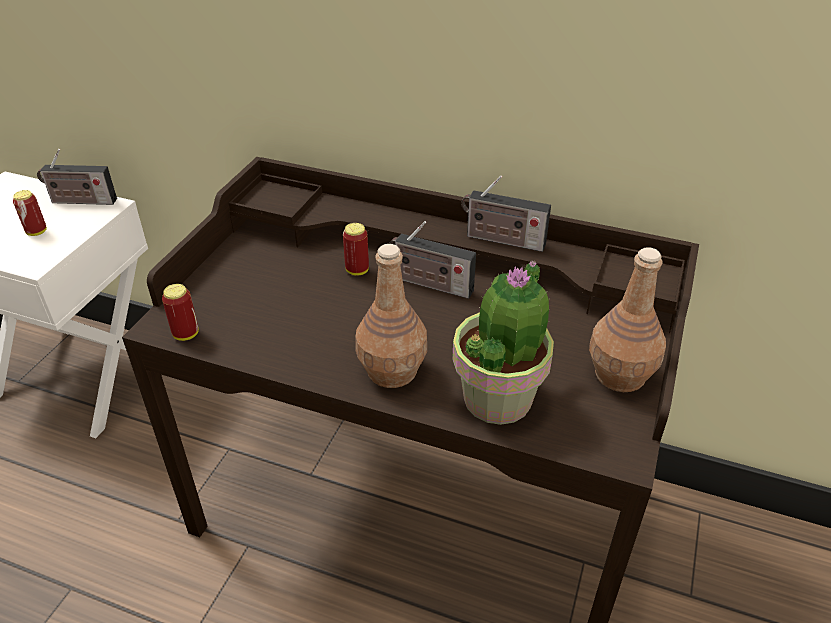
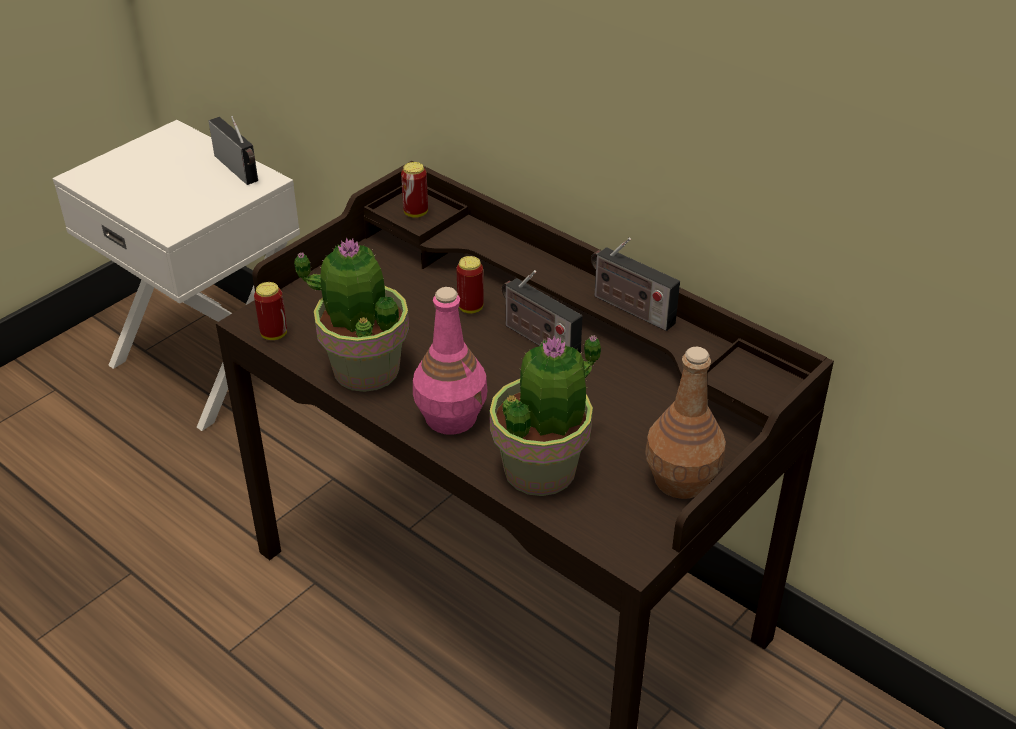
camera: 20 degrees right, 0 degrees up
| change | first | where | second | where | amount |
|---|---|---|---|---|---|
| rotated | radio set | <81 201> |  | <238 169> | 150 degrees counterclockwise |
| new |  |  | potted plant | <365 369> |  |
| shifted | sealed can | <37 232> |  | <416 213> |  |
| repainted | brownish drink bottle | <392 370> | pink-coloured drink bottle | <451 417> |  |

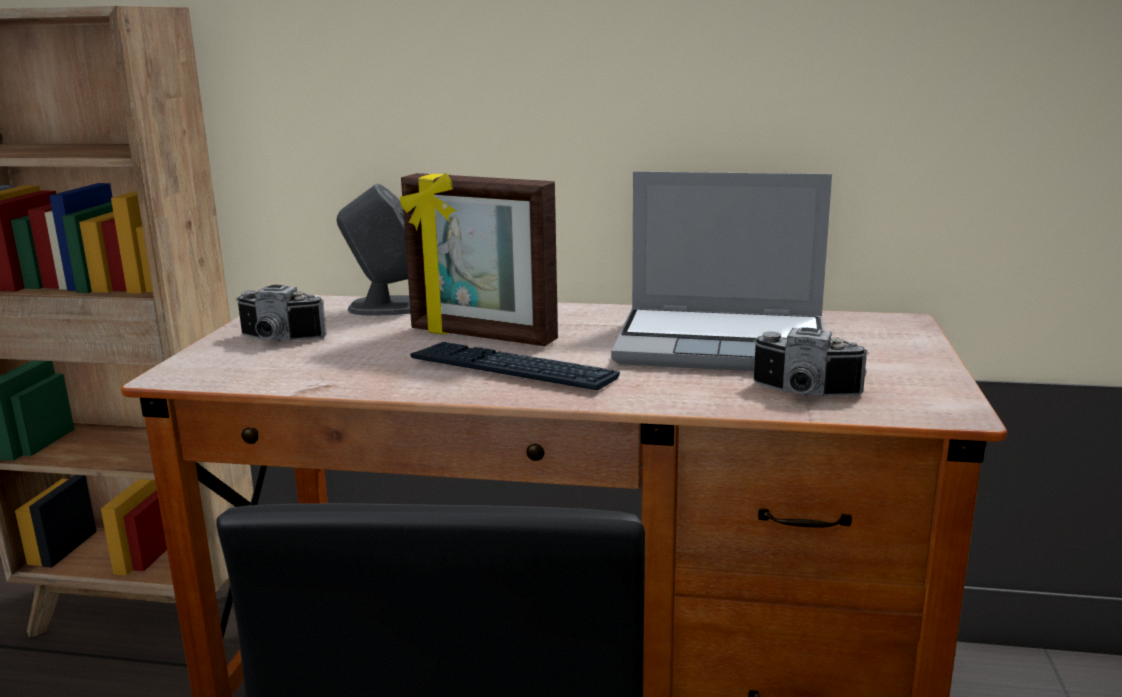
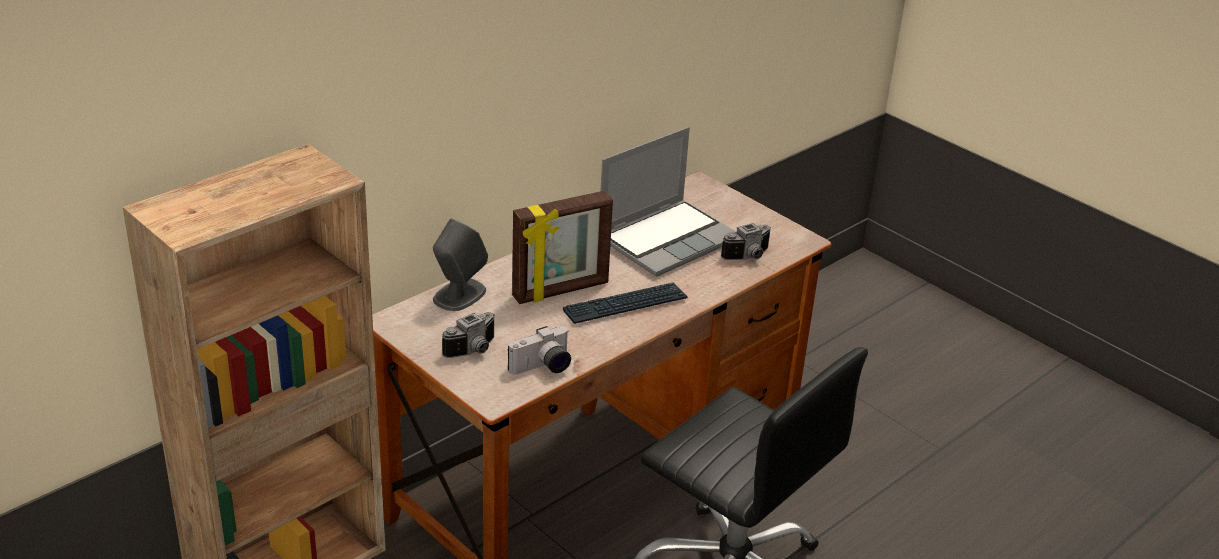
camera: 55 degrees left, 15 degrees up
| change | first | where | second | where | amount |
|---|---|---|---|---|---|
| new |  |  | photo camera | <543 368> |  |

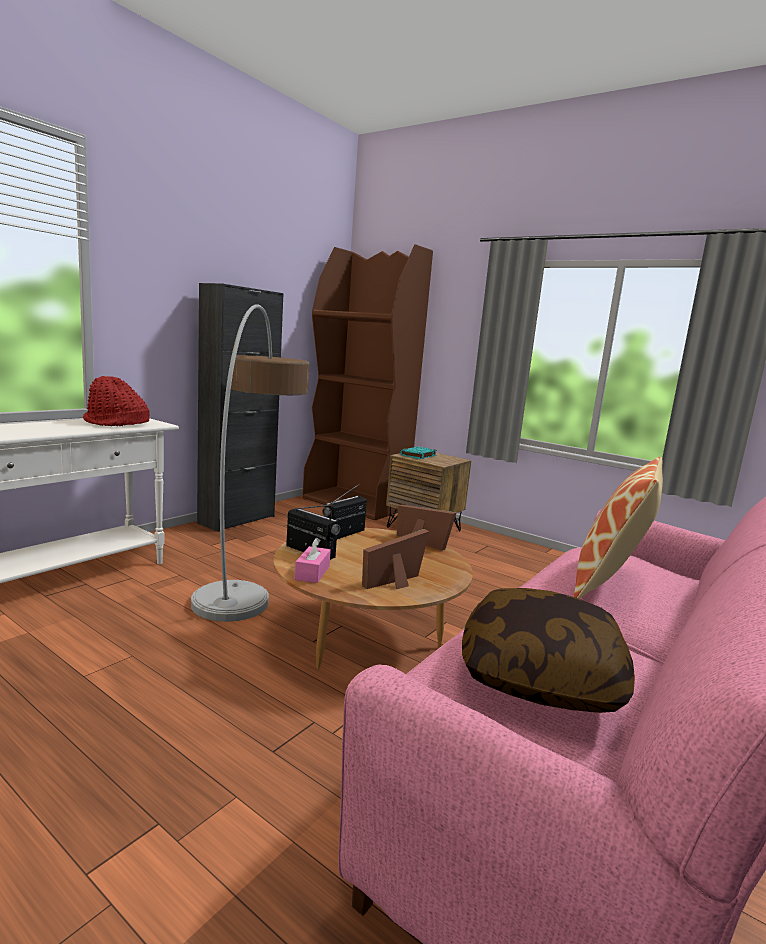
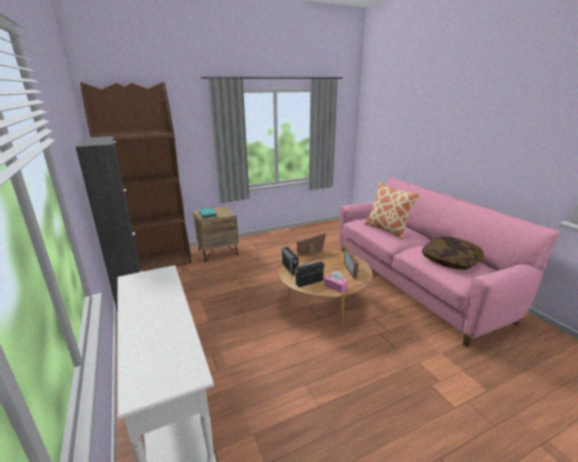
camera: 60 degrees left, 10 degrees up
| change | first | where | second | where | amount |
|---|---|---|---|---|---|
| gone | red wearable hat | <116 423> |  |  |  |
| gone | standing lamp | <252 563> |  |  |  |

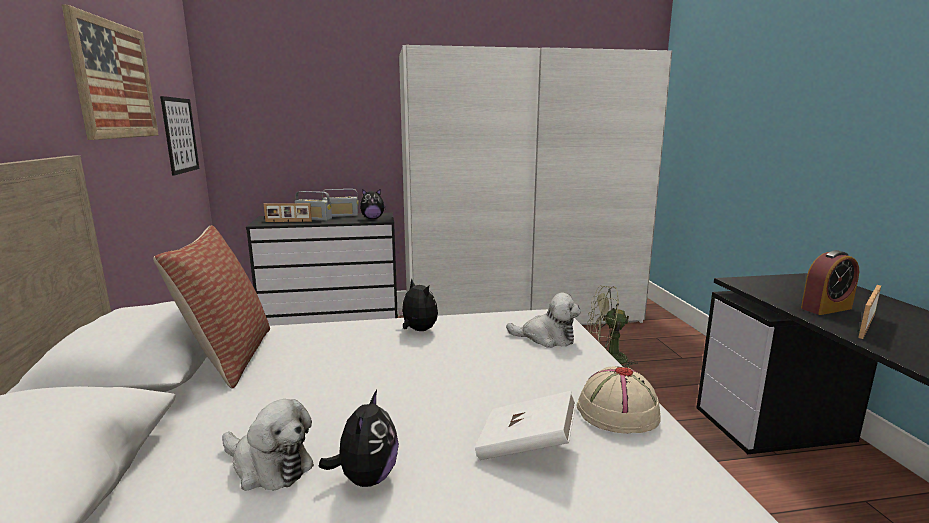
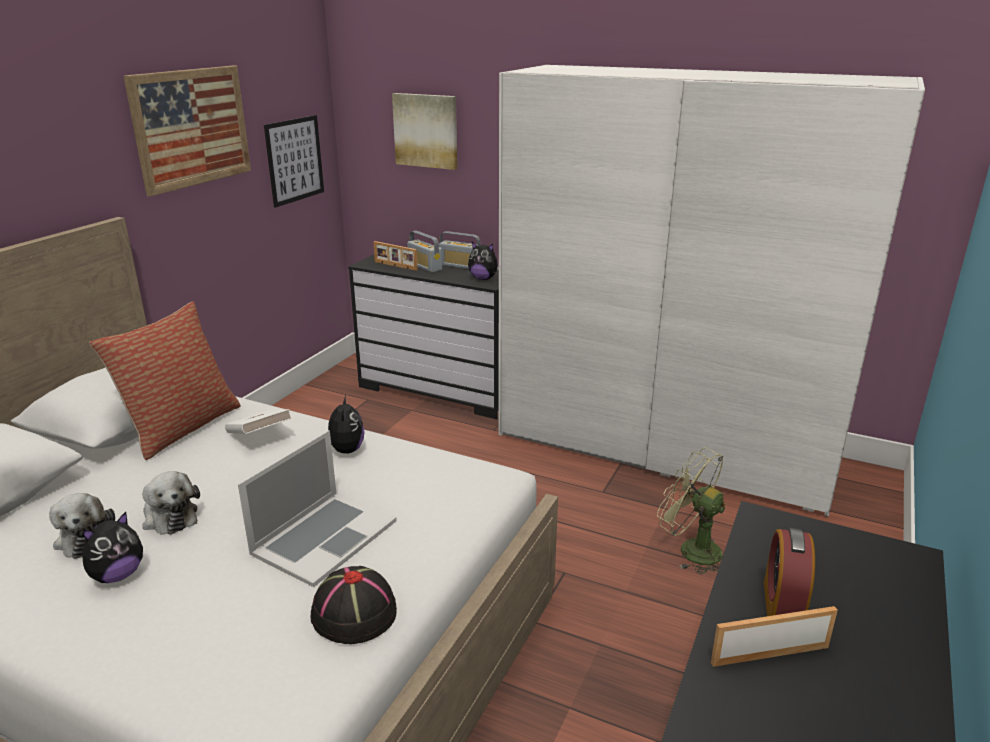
camera: 35 degrees right, 10 degrees up
| change | first | where | second | where | amount |
|---|---|---|---|---|---|
| shifted | cuddly toy | <546 338> |  | <169 516> |  |
| shifted | white volume | <526 447> |  | <259 436> |  |
| new |  |  | portable computer | <324 537> |  |
| repainted | beige-coloured wearable hat | <617 412> | blackish wearable hat | <353 613> |  |
| new |  |  | wall art | <426 130> |  |
| rotated | bedside clock | <826 308> |  | <782 608> | 90 degrees clockwise |

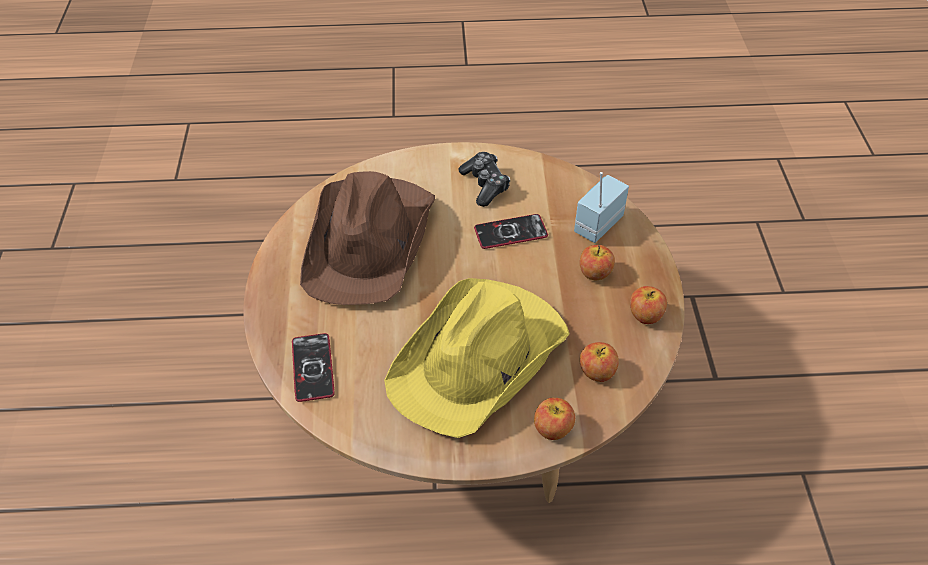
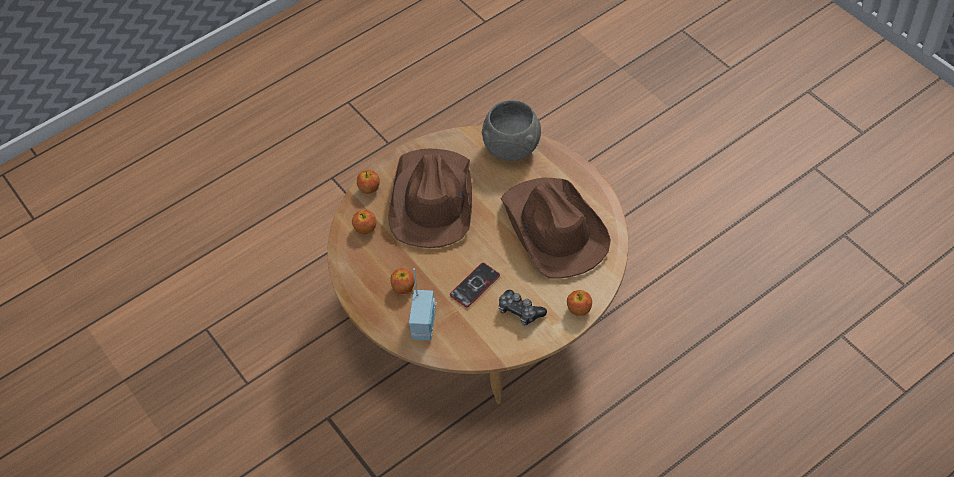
camera: 150 degrees right, 5 degrees up
| change | first | where | second | where | amount |
|---|---|---|---|---|---|
| repainted | yellowish wearable hat | <480 358> | brownish wearable hat | <432 200> |  |
| swapped | telephone | <312 368> | grey deep dish | <512 148> |  |
| shifted | apple fruit | <645 315> |  | <579 309> |  |

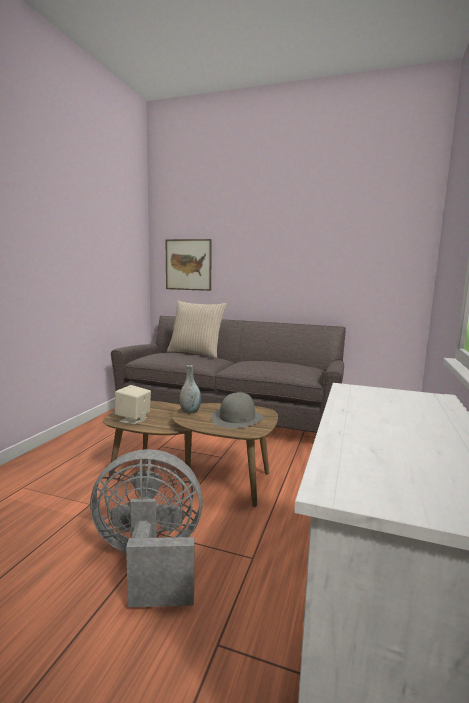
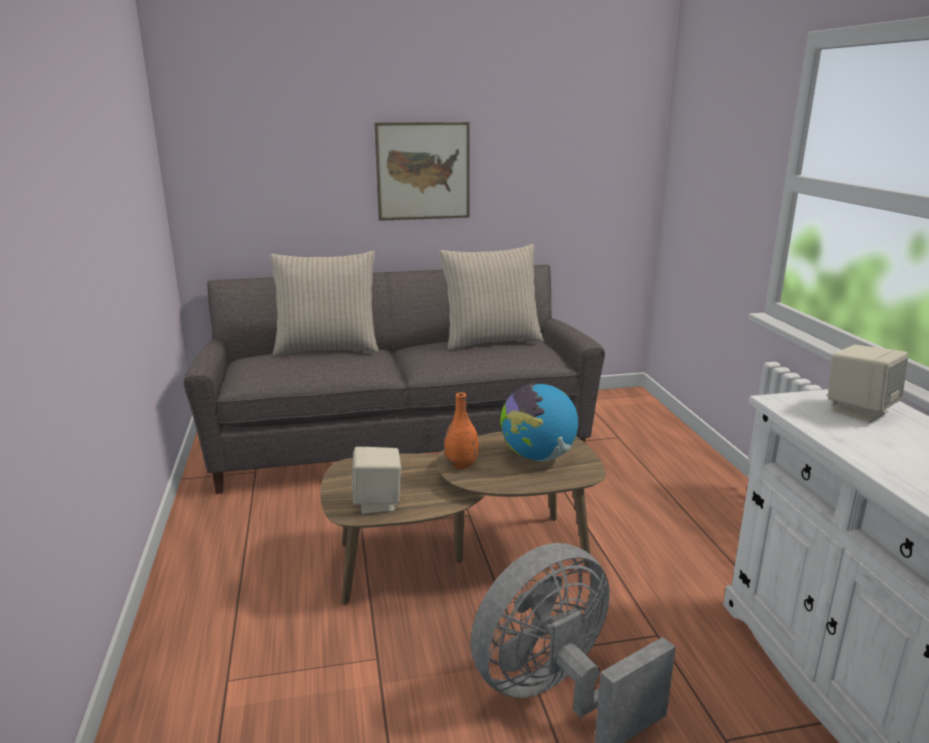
camera: 30 degrees left, 10 degrees up
| change | first | where | second | where | amount |
|---|---|---|---|---|---|
| shifted | wall art | <188 264> |  | <423 171> |  |
| new |  |  | beige-coloured cushion | <491 340> |  |
| repainted | grey flower vase | <190 412> | orangey flower vase | <461 465> |  |
| swapped | grey wearable hat | <237 418> | world globe | <537 457> |  |
| new |  |  | beige-coloured loudspeaker | <859 411> |  |

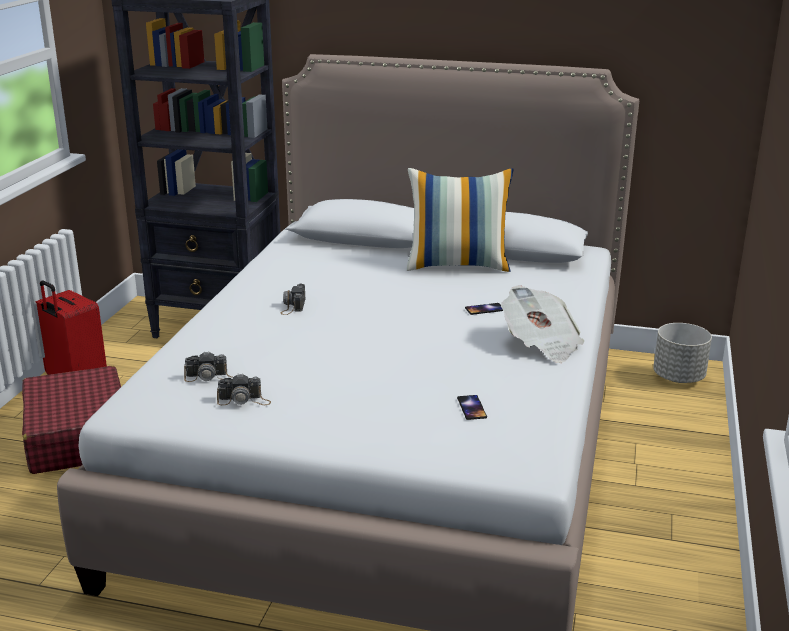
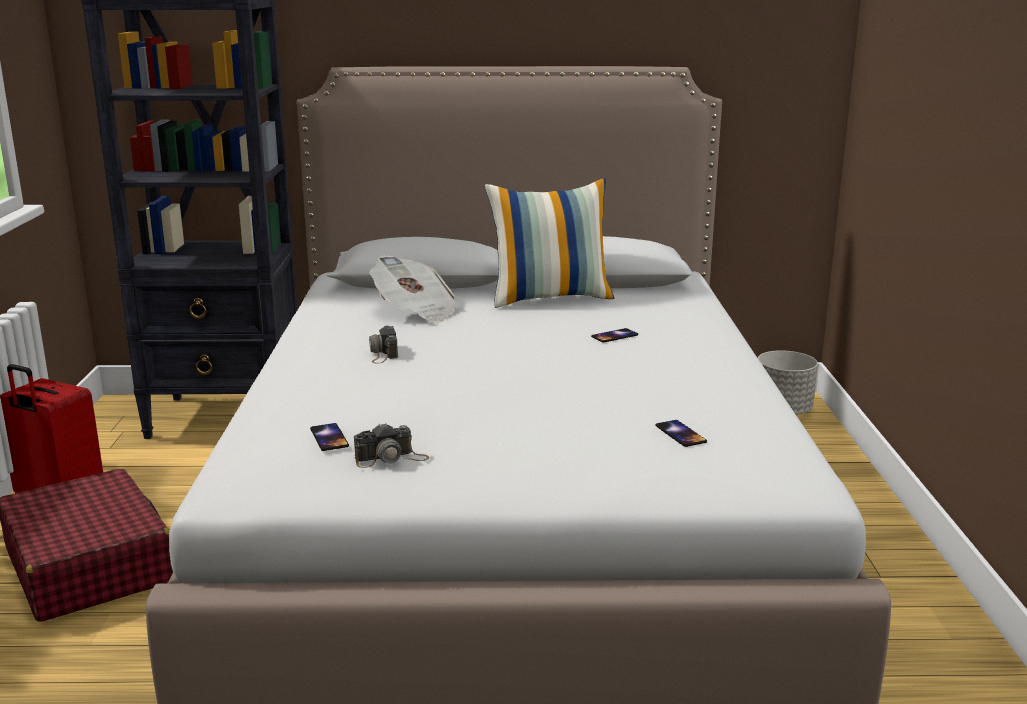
camera: 15 degrees left, 5 degrees down
| change | first | where | second | where | amount |
|---|---|---|---|---|---|
| swapped | photo camera | <210 377> | telephone | <329 437> |  |
| shifted | newspaper | <541 344> |  | <416 312> |  |

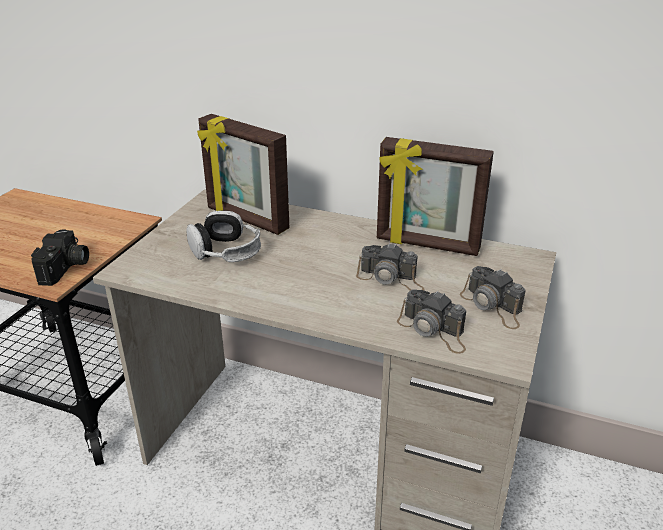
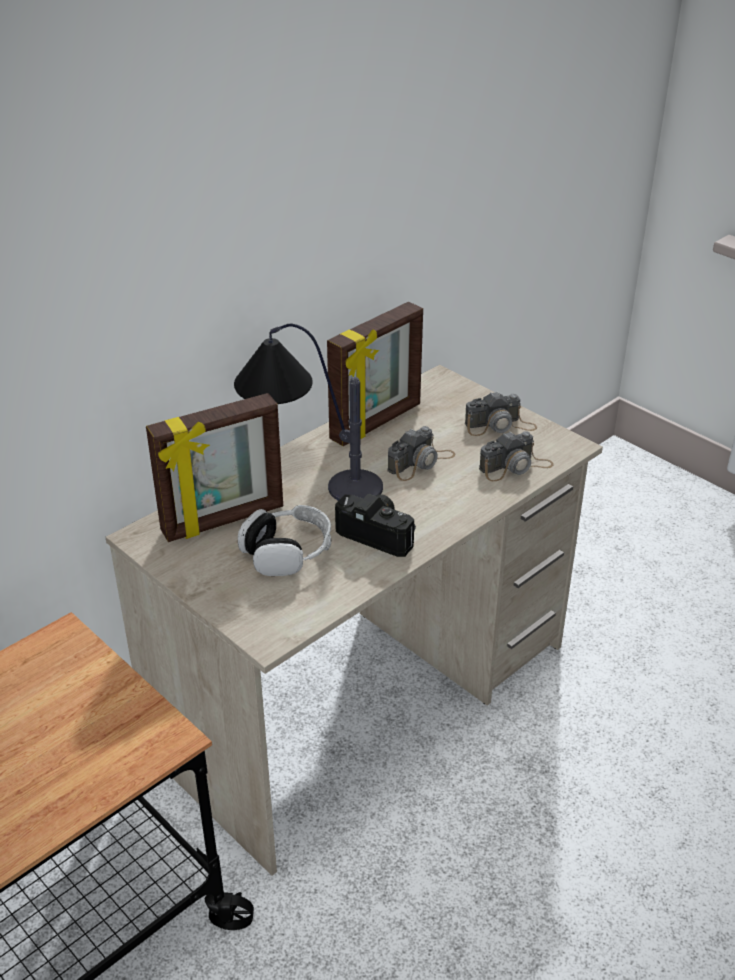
camera: 65 degrees left, 5 degrees up
| change | first | where | second | where | amount |
|---|---|---|---|---|---|
| new |  |  | lamp for a table | <306 472> |  |
| shifted | photo camera | <66 269> |  | <379 533> |  |

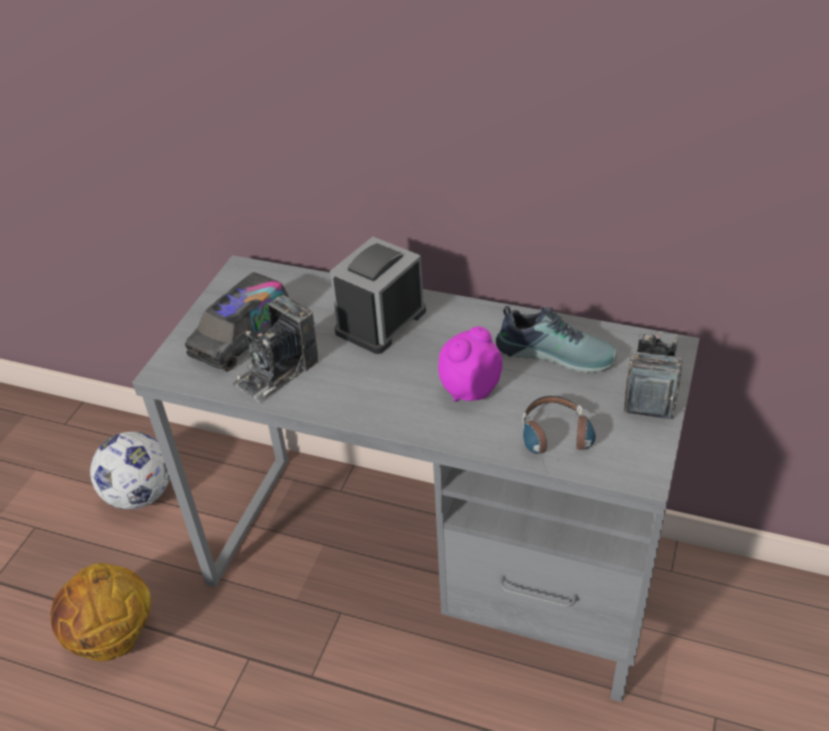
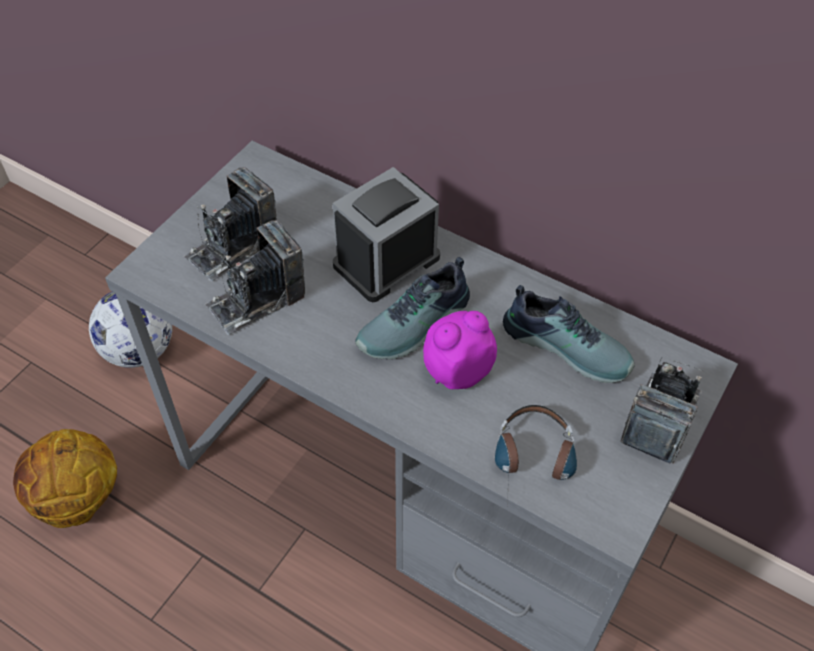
camera: 10 degrees right, 10 degrees up
| change | first | where | second | where | amount |
|---|---|---|---|---|---|
| swapped | toy lorry | <242 337> | photo camera | <233 247> |  |
| new |  |  | item of footwear | <416 325> |  |

